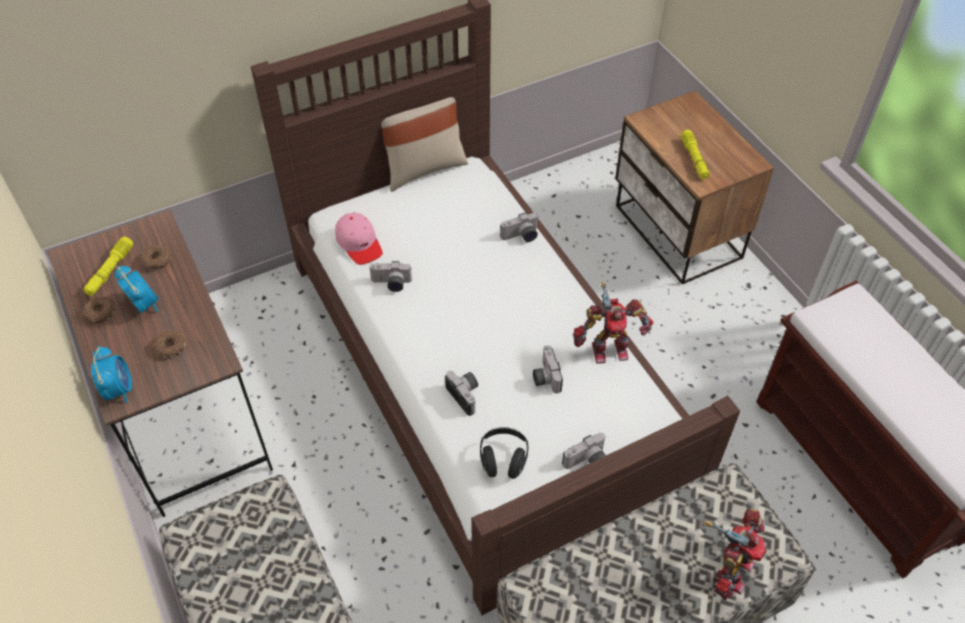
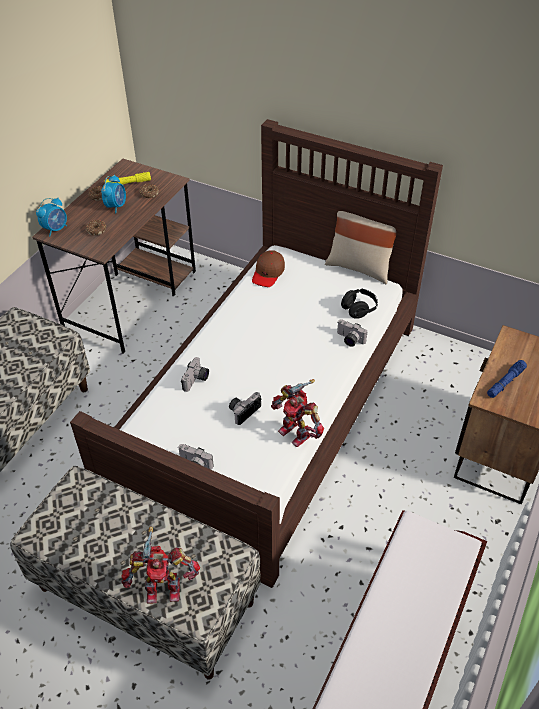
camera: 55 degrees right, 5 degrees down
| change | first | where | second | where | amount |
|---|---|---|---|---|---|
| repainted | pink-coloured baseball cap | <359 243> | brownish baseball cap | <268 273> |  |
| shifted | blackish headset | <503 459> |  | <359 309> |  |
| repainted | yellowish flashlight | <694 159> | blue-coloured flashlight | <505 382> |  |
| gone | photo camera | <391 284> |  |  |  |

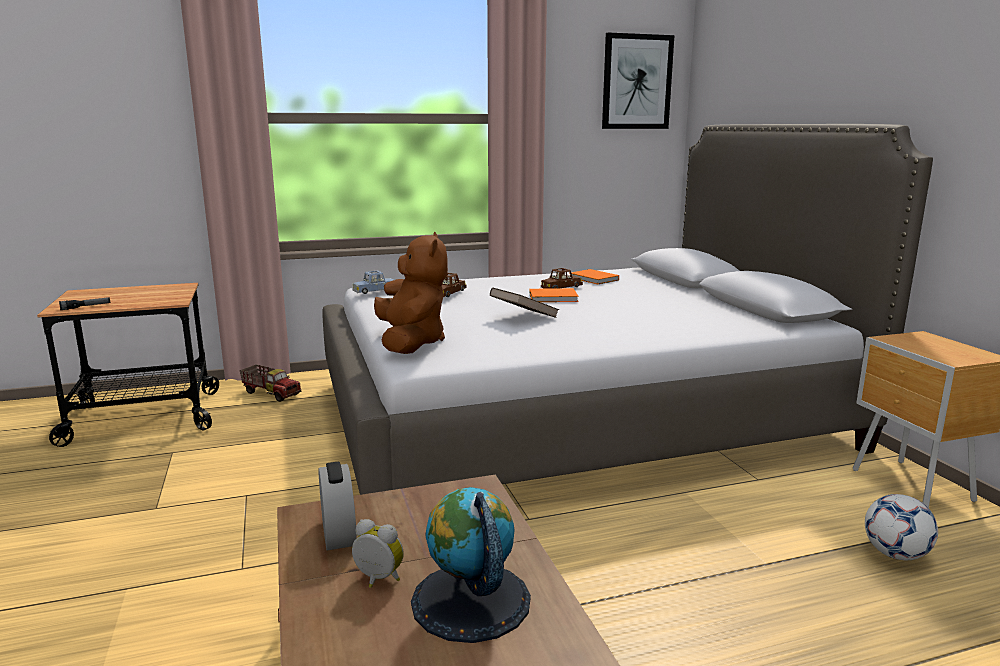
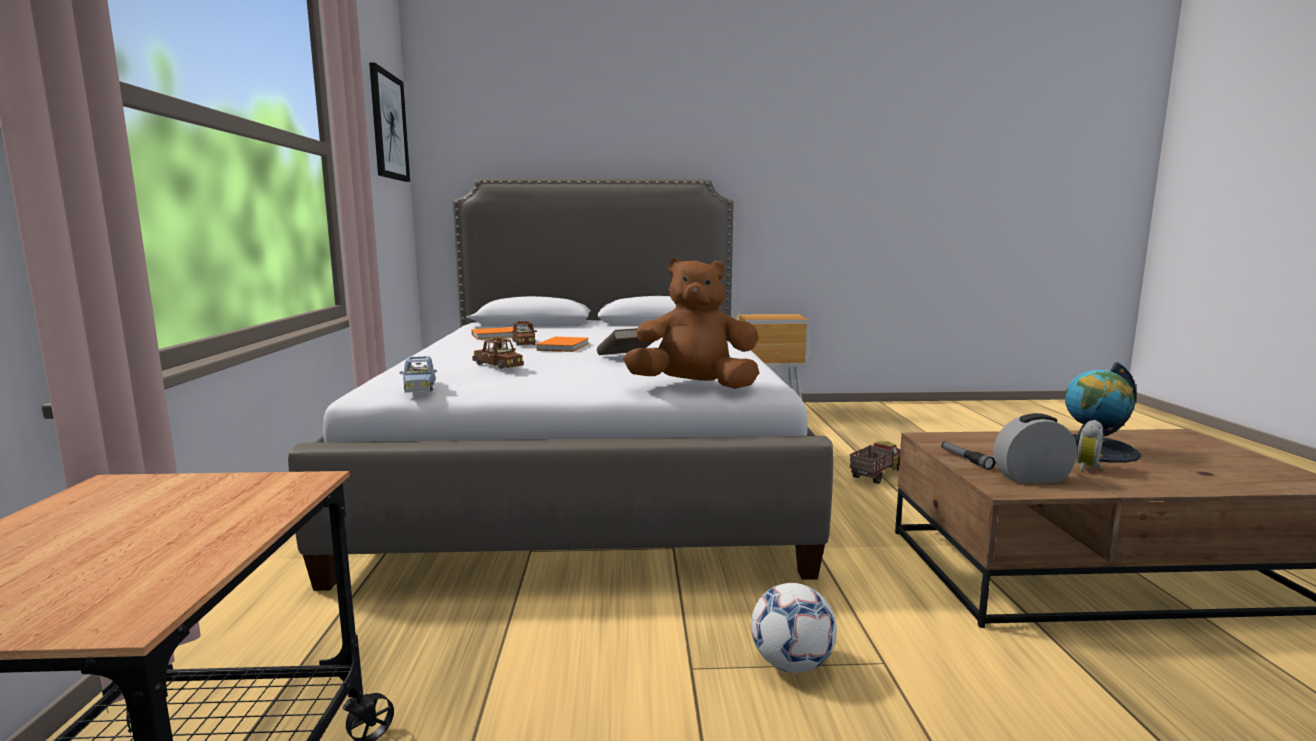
camera: 75 degrees left, 5 degrees down
| change | first | where | second | where | amount |
|---|---|---|---|---|---|
| shifted | football | <895 554> |  | <791 664> |  |
| shifted | toy lorry | <271 393> |  | <877 474> |  |
| shifted | flashlight | <86 307> |  | <965 459> |  |

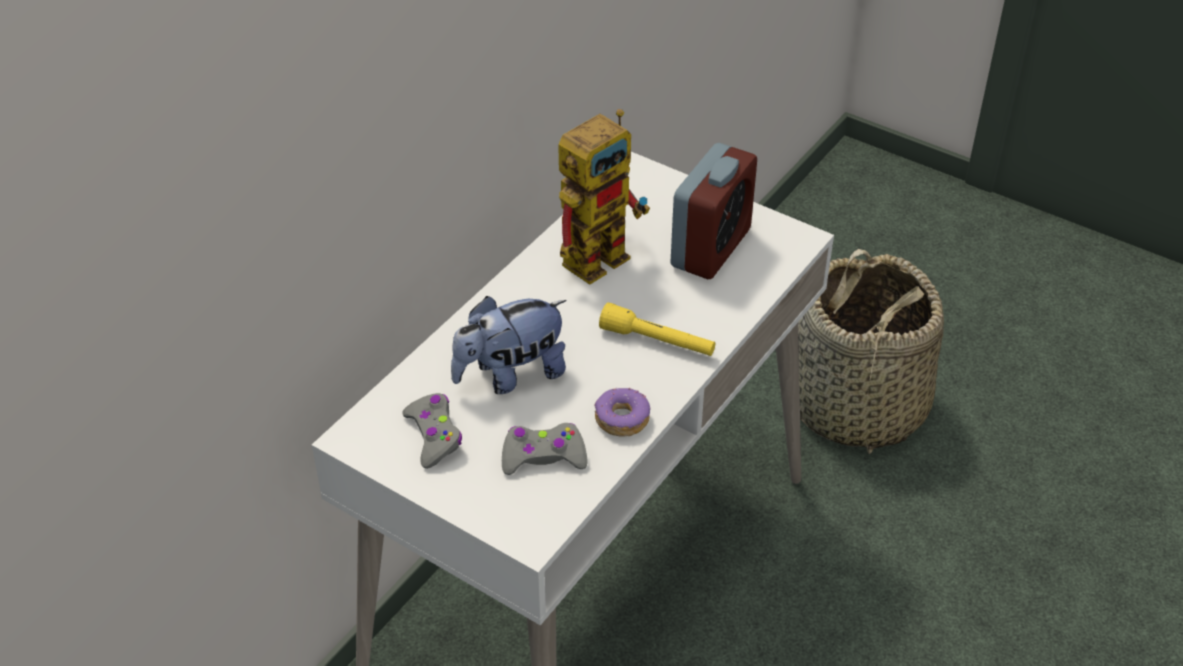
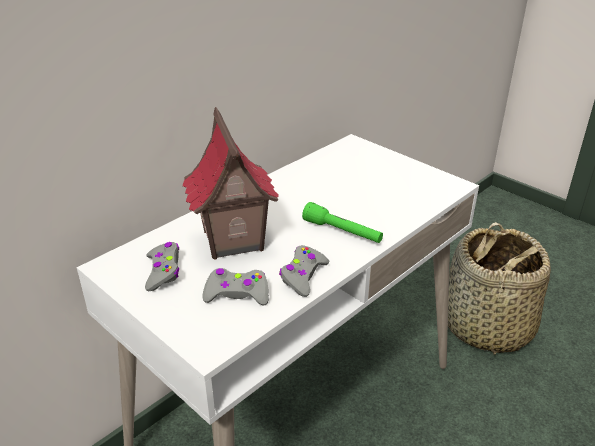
camera: 10 degrees right, 10 degrees down
| change | first | where | second | where | amount |
|---|---|---|---|---|---|
| swapped | cuddly toy | <511 375> | toy house | <232 241> |  |
| swapped | ring doughnut | <621 419> | grey gamepad | <303 276> |  |
| repainted | yellowish flashlight | <657 341> | green flashlight | <342 232> |  |
| gone | model robot | <602 251> |  |  |  |
| gone | bedside clock | <711 248> |  |  |  |

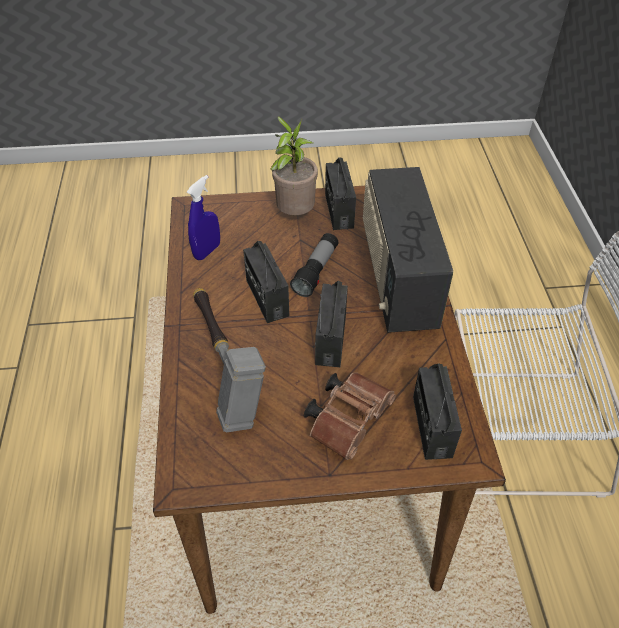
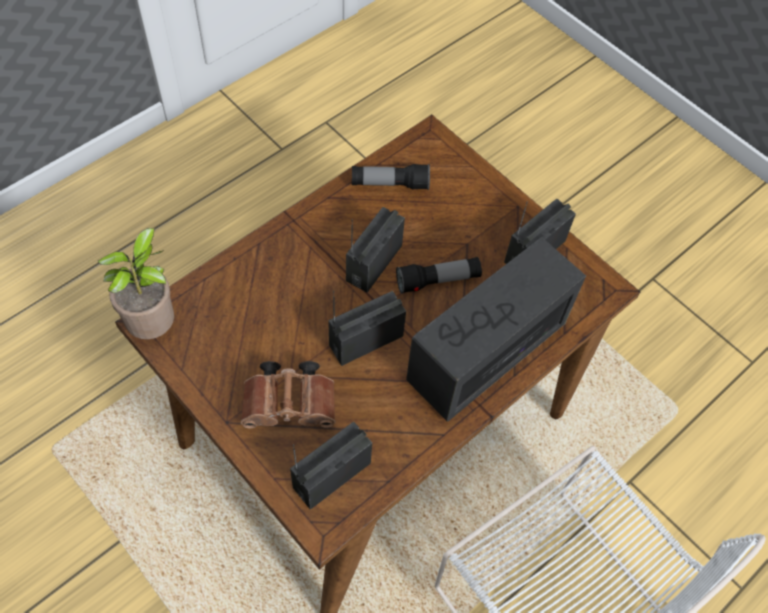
camera: 50 degrees right, 10 degrees up
| change | first | where | second | where | amount |
|---|---|---|---|---|---|
| shifted | potted plant | <294 214> |  | <156 325> |  |
| swapped | blue-coloured sprayer | <207 251> | flashlight | <389 184> |  |
| gone | hand hammer | <225 369> |  |  |  |

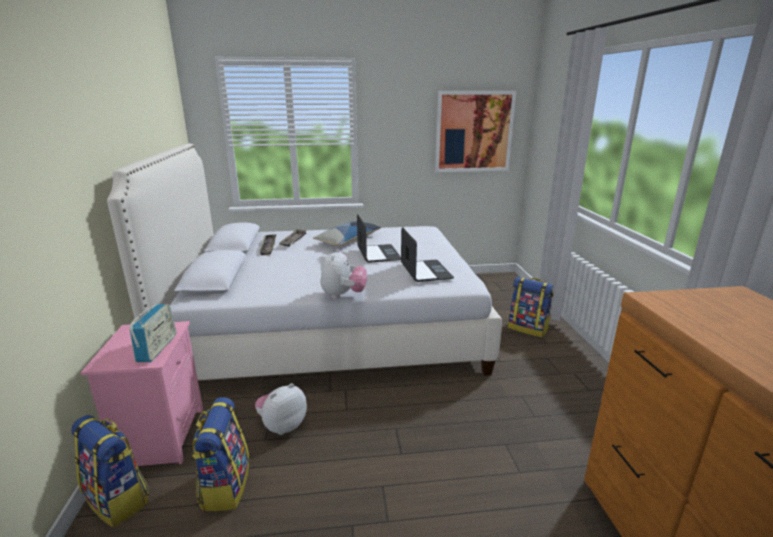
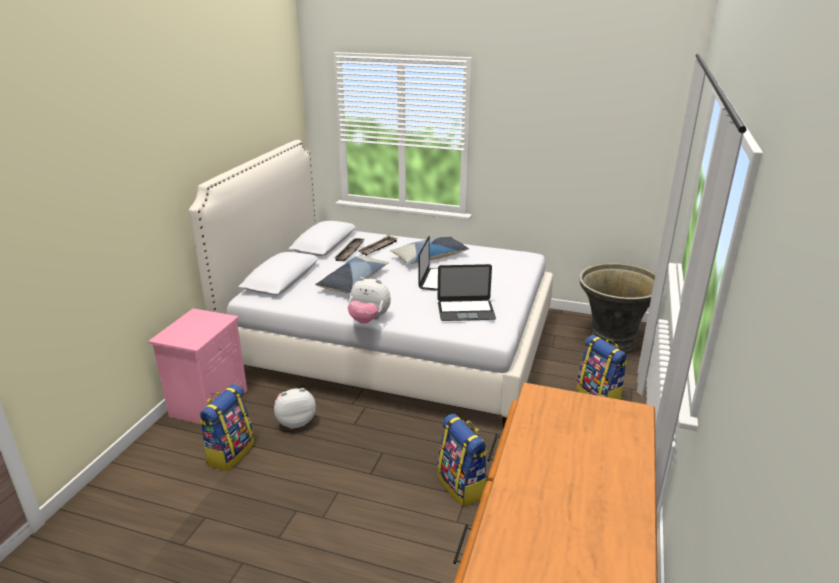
camera: 25 degrees right, 5 degrees up
| change | first | where | second | where | amount |
|---|---|---|---|---|---|
| new |  |  | cushion | <353 282> |  |
| rotated | cuddly toy | <343 295> |  | <369 320> | 75 degrees clockwise |
| shifted | backpack | <118 500> |  | <462 486> |  |
| rotated | portable computer | <425 271> |  | <466 310> | 75 degrees clockwise |
| new |  |  | grey plant pot | <611 342> |  |
| gone | radio set | <157 348> |  |  |  |
| gone | wall art | <473 132> |  |  |  |

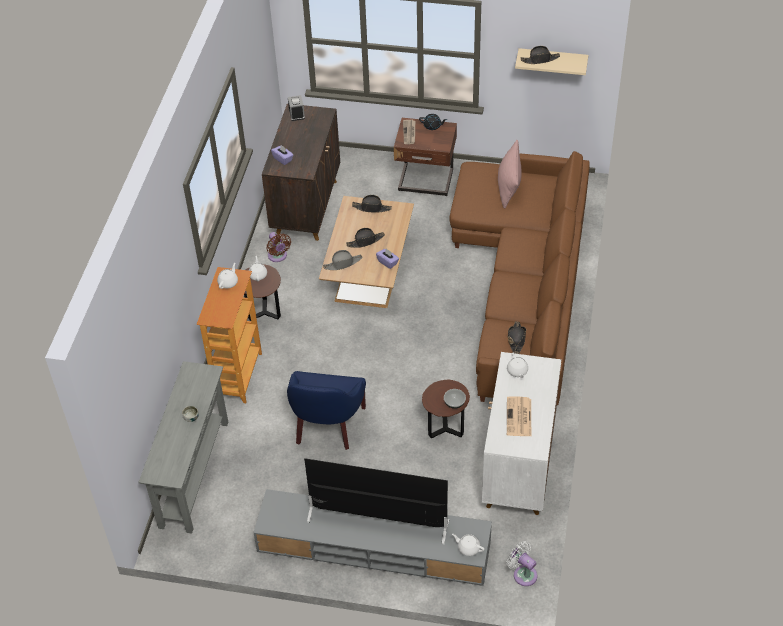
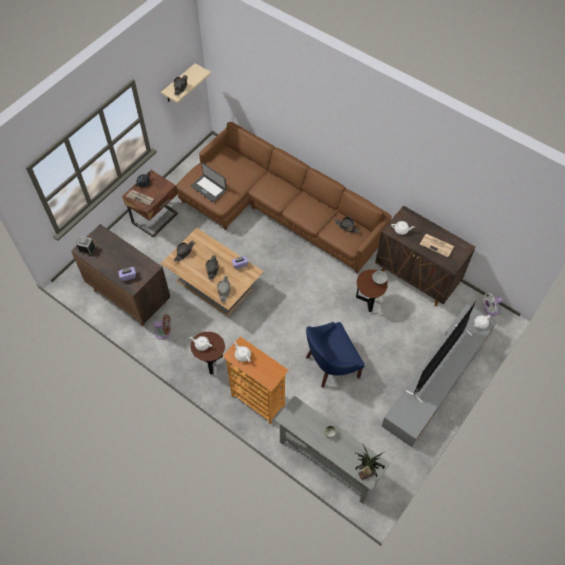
camera: 65 degrees left, 10 degrees up
| change | first | where | second | where | amount |
|---|---|---|---|---|---|
| new |  |  | portable computer | <209 188> |  |
| rotated | blue-coloured lounge chair | <326 425> |  | <330 365> | 120 degrees clockwise |
| new |  |  | potted plant | <365 473> |  |
| repainted | white cabinet | <518 469> | brownish cabinet | <417 278> |  |
| gone | pink-coloured cushion | <509 186> |  |  |  |

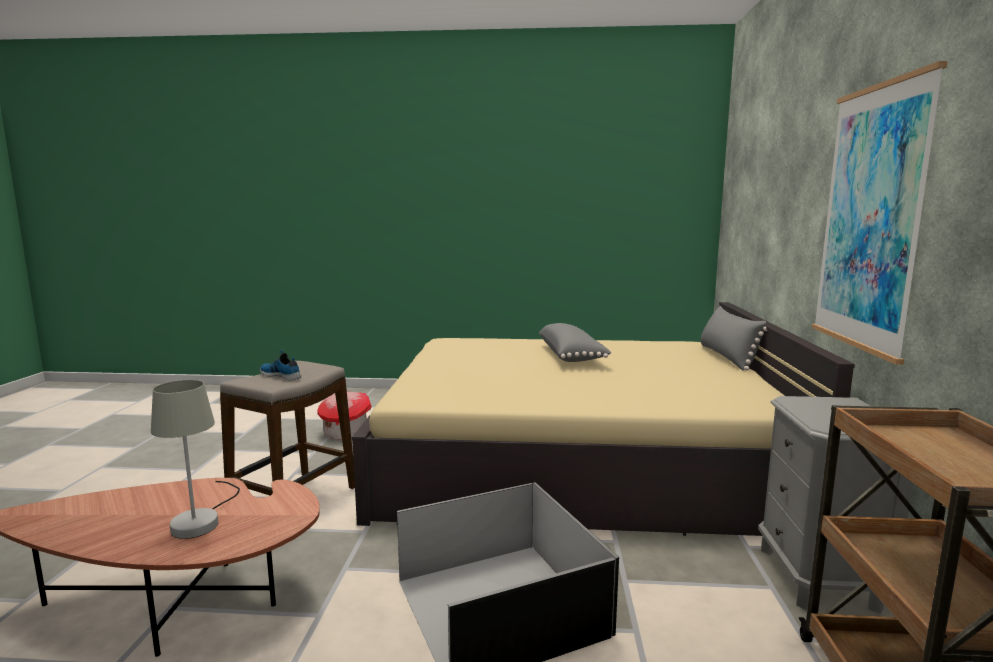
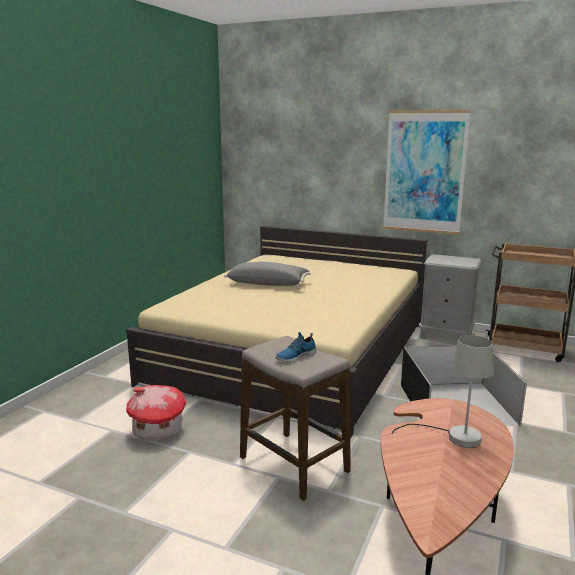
camera: 70 degrees left, 5 degrees up
| change | first | where | second | where | amount |
|---|---|---|---|---|---|
| gone | grey cushion | <727 357> |  |  |  |

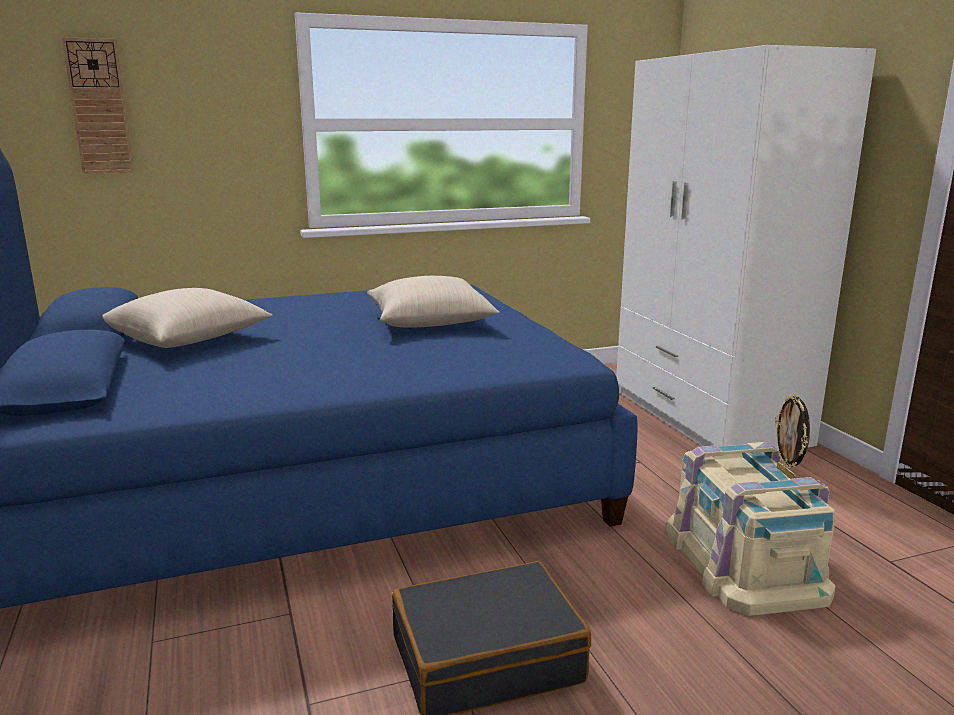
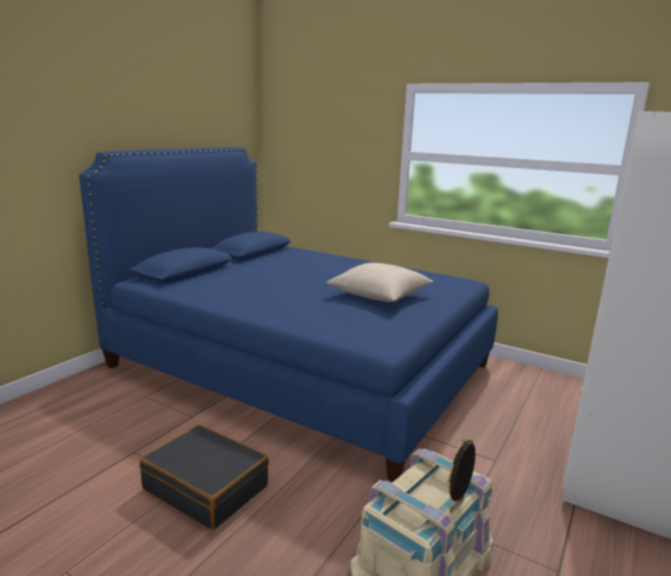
camera: 50 degrees right, 0 degrees up
| change | first | where | second | where | amount |
|---|---|---|---|---|---|
| gone | hanging clock | <99 107> |  |  |  |
| gone | beige-coloured cushion | <186 339> |  |  |  |

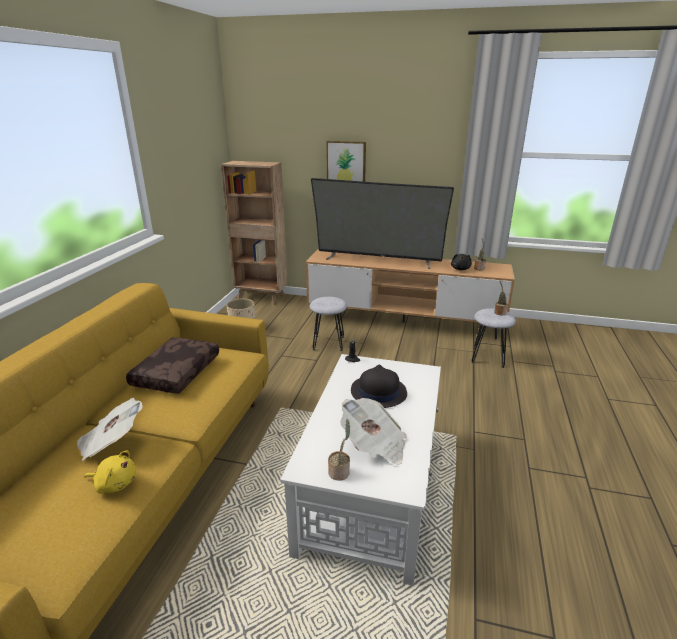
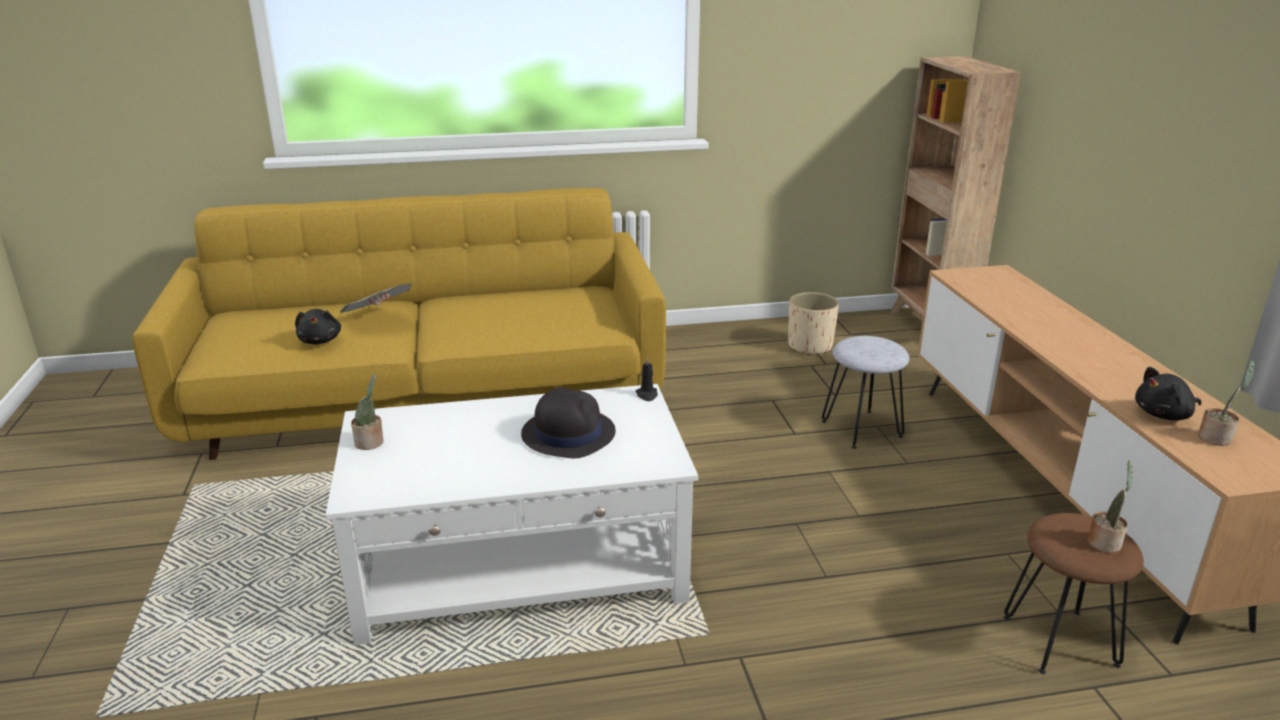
camera: 65 degrees right, 0 degrees up
| change | first | where | second | where | amount |
|---|---|---|---|---|---|
| repainted | yellowish cuddly toy | <115 483> | blackish cuddly toy | <320 340> |  |
| repainted | grey stool | <488 357> | brownish stool | <1061 641> |  |
| gone | brownish cushion | <176 372> |  |  |  |
| gone | television | <378 260> |  |  |  |
| gone | wall art | <346 161> |  |  |  |
| gone | newspaper | <374 445> |  |  |  |

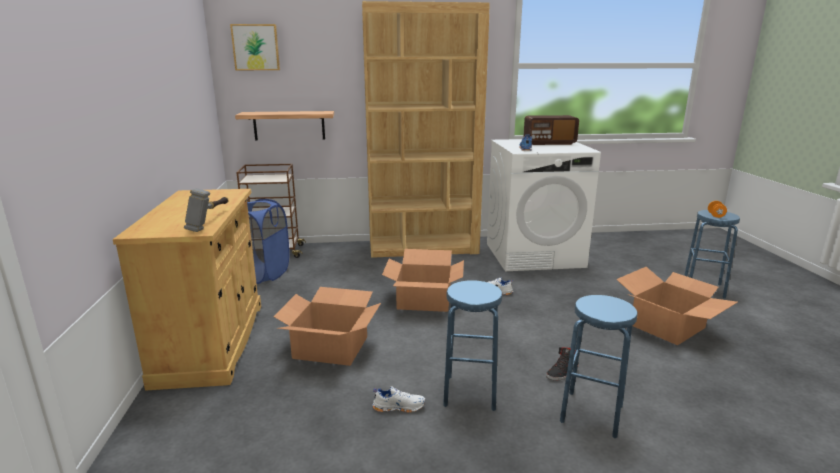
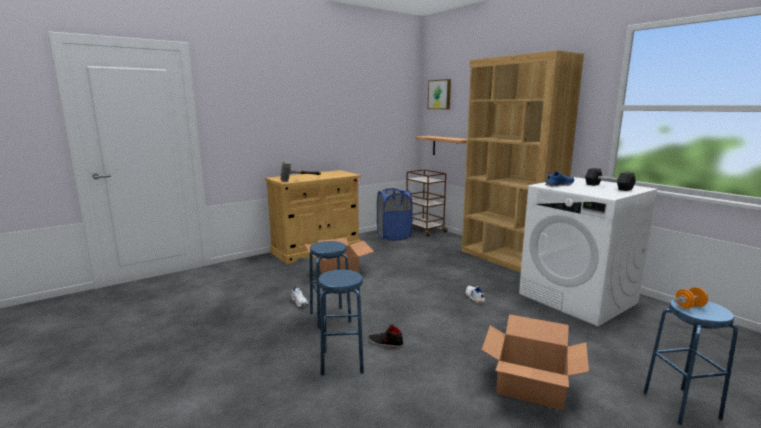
camera: 60 degrees right, 5 degrees down
| change | first | where | second | where | amount |
|---|---|---|---|---|---|
| swapped | radio set | <549 143> | grey hand weight | <608 187> |  |
| gone | carton | <424 300> |  |  |  |

